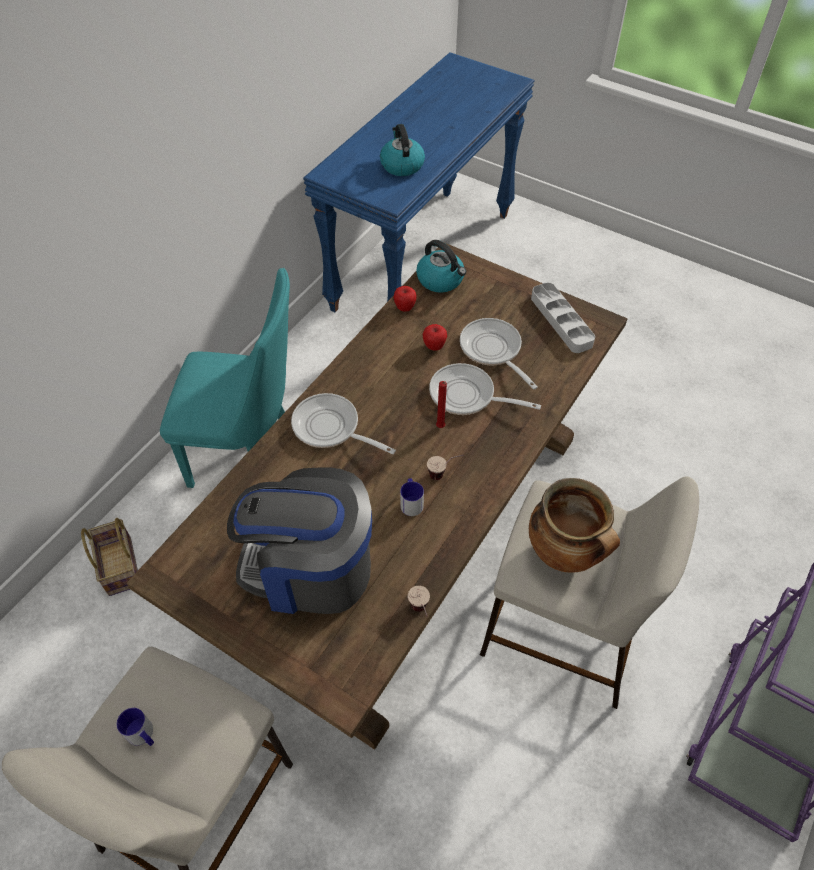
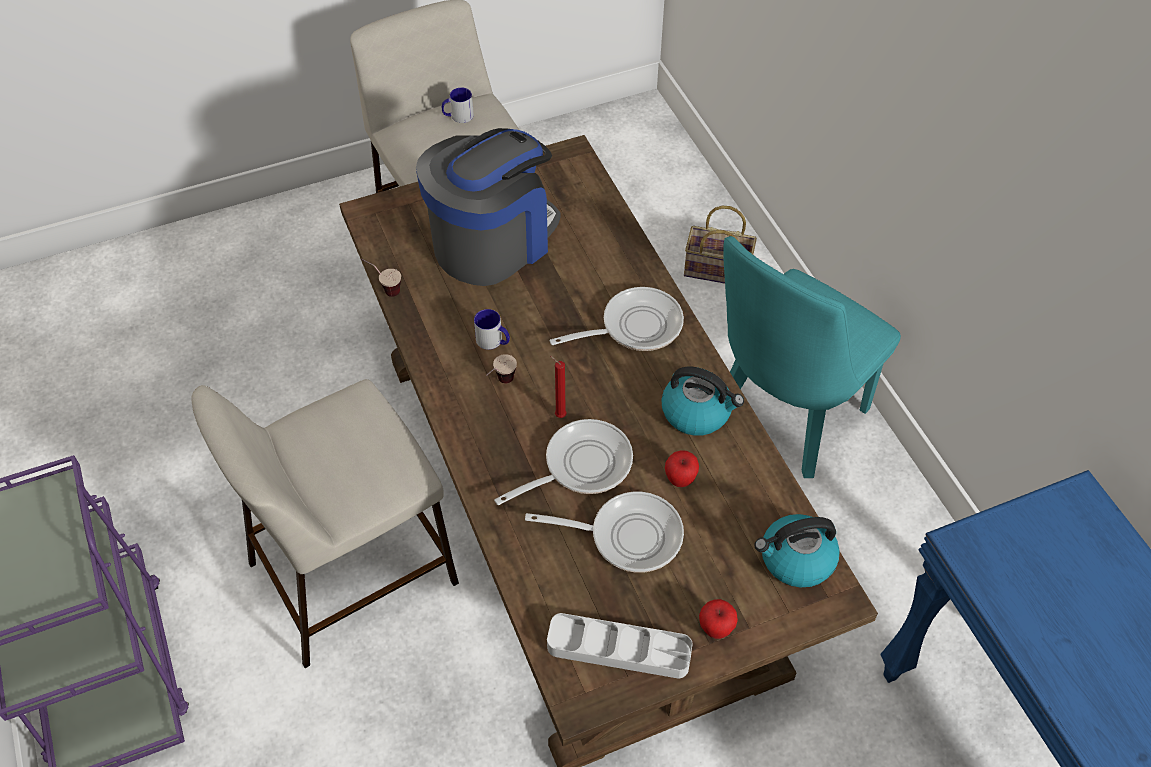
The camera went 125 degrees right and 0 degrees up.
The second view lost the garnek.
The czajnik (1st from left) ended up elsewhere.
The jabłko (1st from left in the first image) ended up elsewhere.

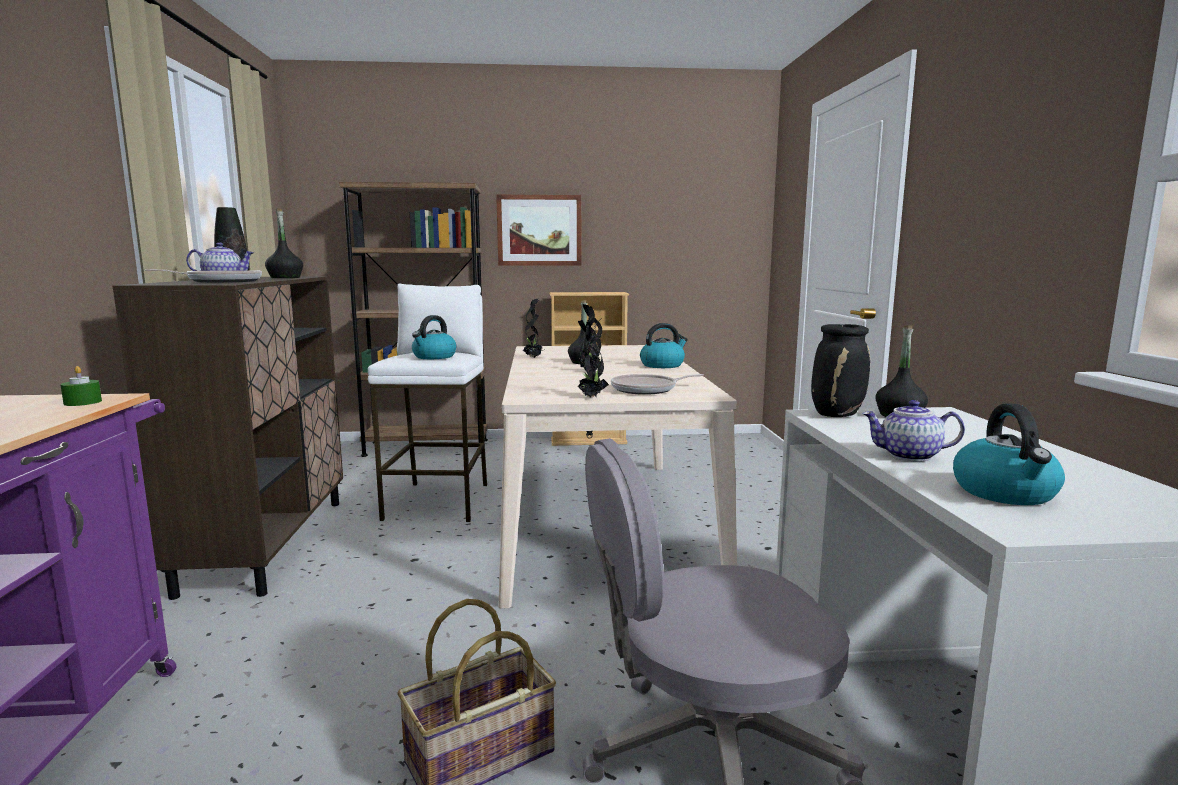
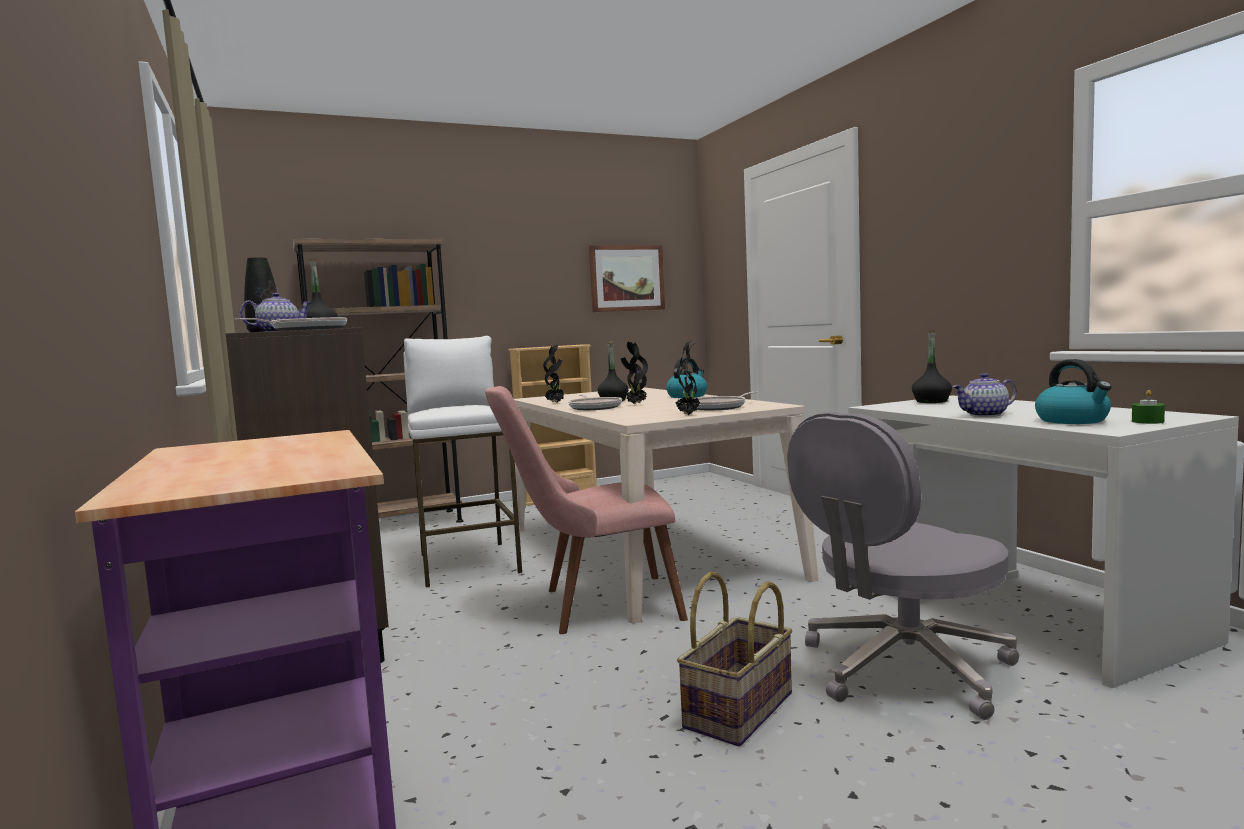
The camera went 20 degrees left and 5 degrees down.
The second view lost the czajnik (1st from left).
The second view lost the wazon [czarny] (2nd from left).
The second view gained the krzesło [różowy].
The second view gained the patelnia (2nd from left).
The świeca [zielony] ended up elsewhere.
The obraz ended up elsewhere.

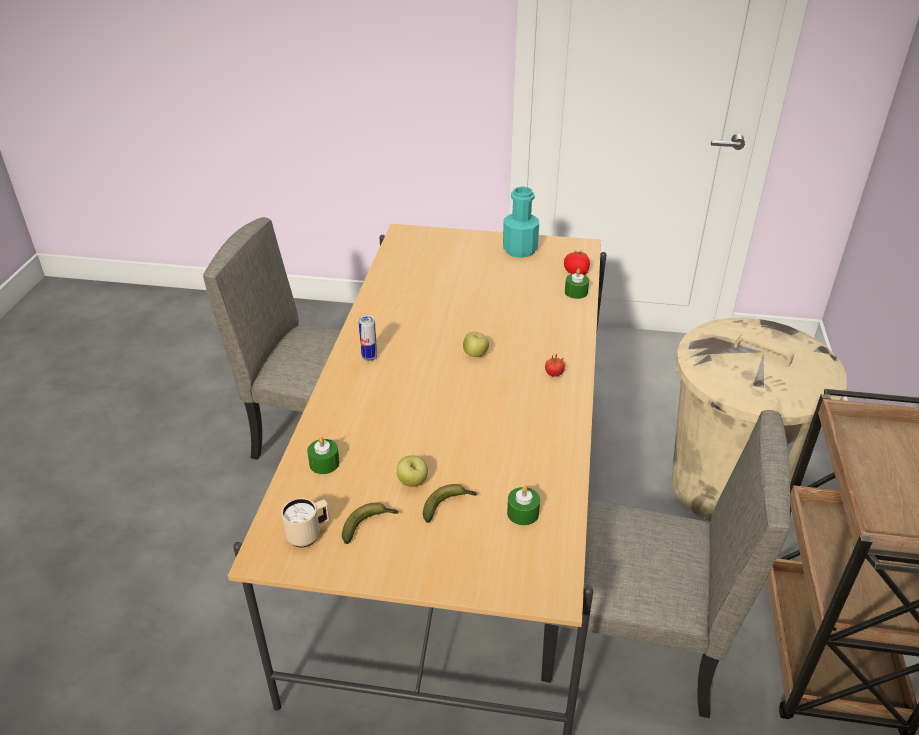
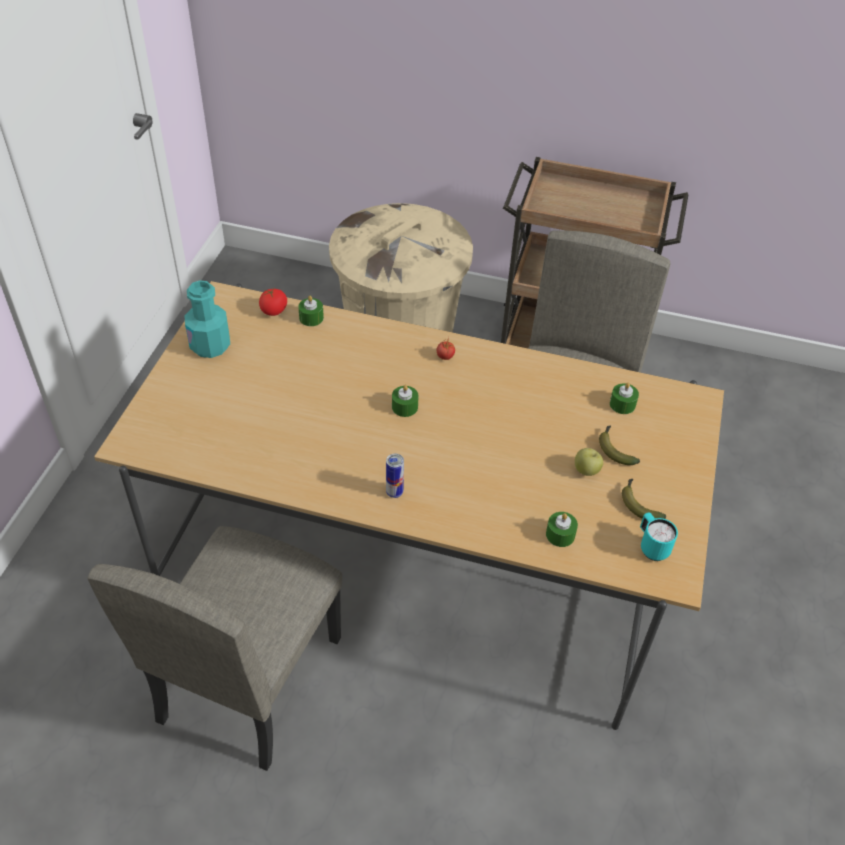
The camera went 85 degrees left and 10 degrees up.
Where the jabłko (2nd from left) stood, the świeca [zielony] (2nd from left) came to stand.
What was the kubek [beżowy] turned into the kubek [turkusowy].

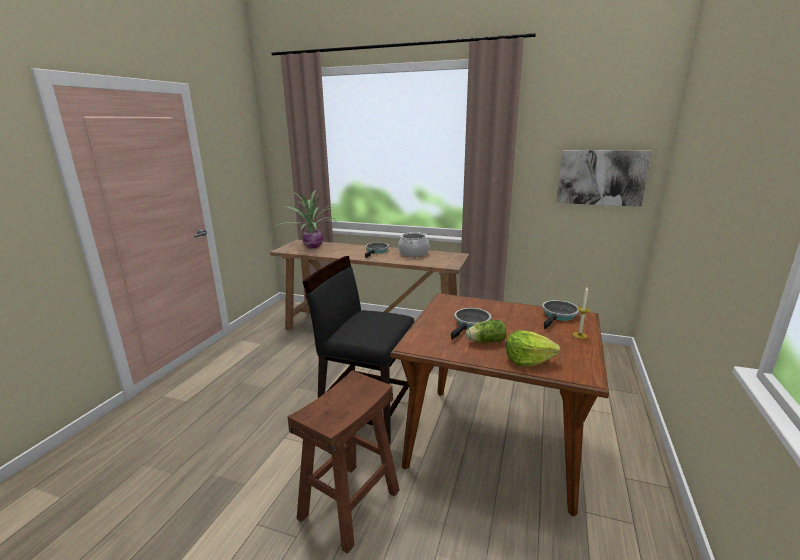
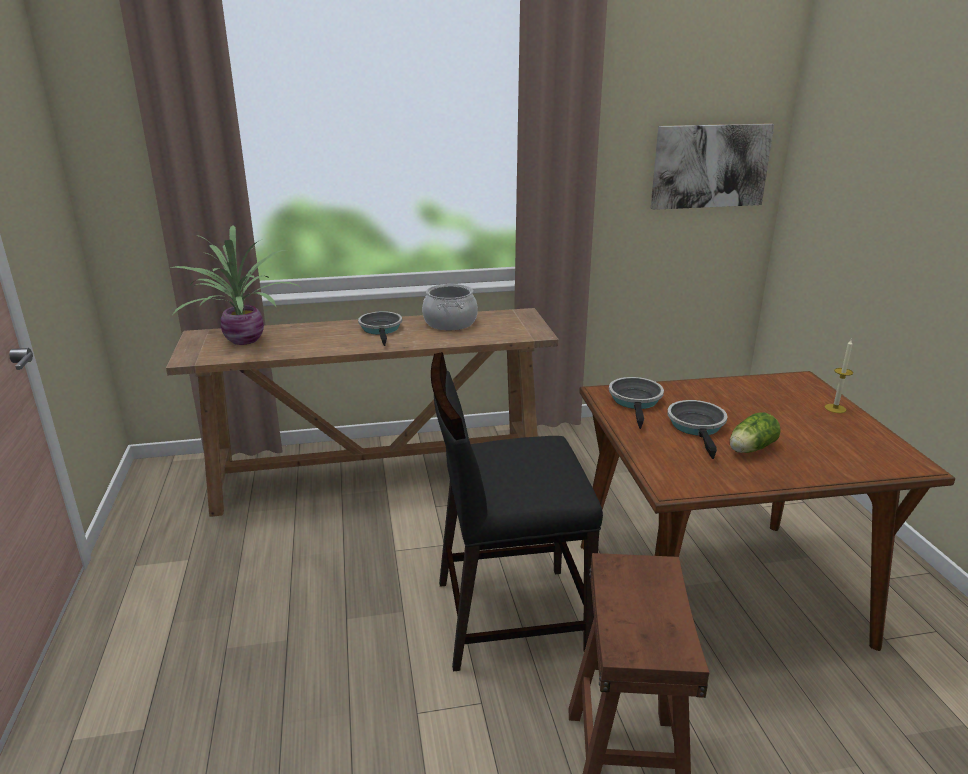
The camera went 30 degrees left and 5 degrees up.
The second view lost the sałata (2nd from left).
The patelnia (3rd from left in the first image) ended up elsewhere.

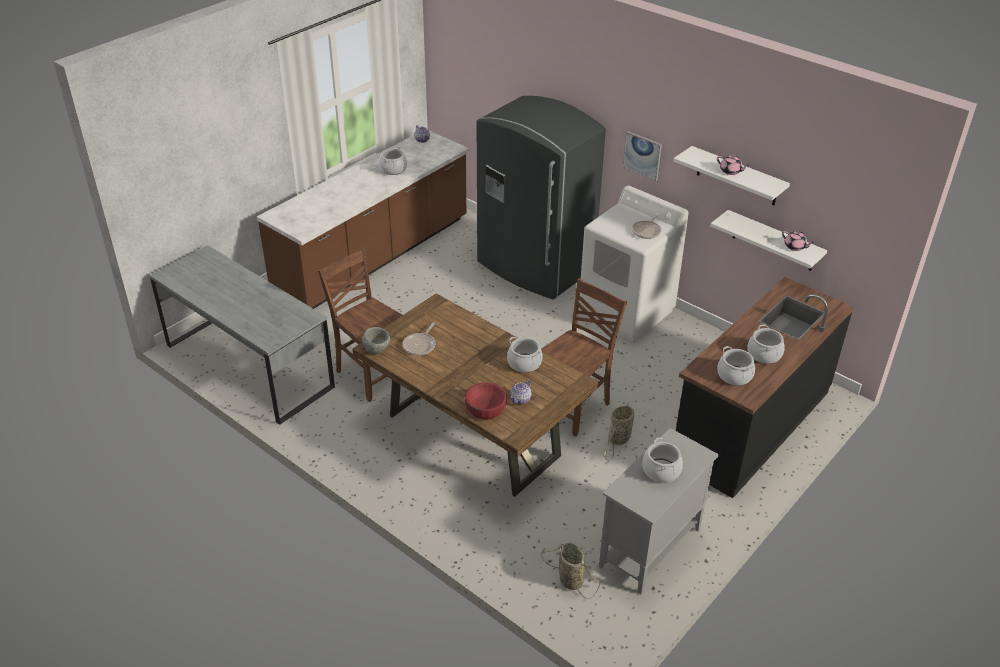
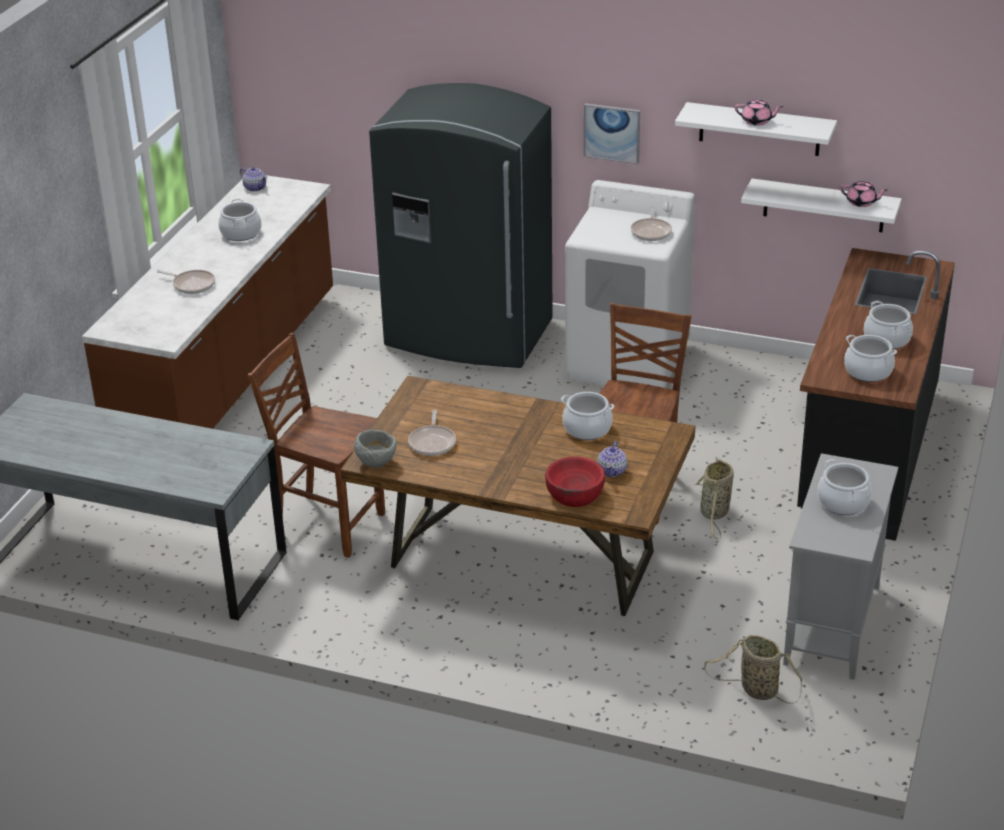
The camera went 20 degrees left and 5 degrees down.
The second view gained the patelnia (1st from left).

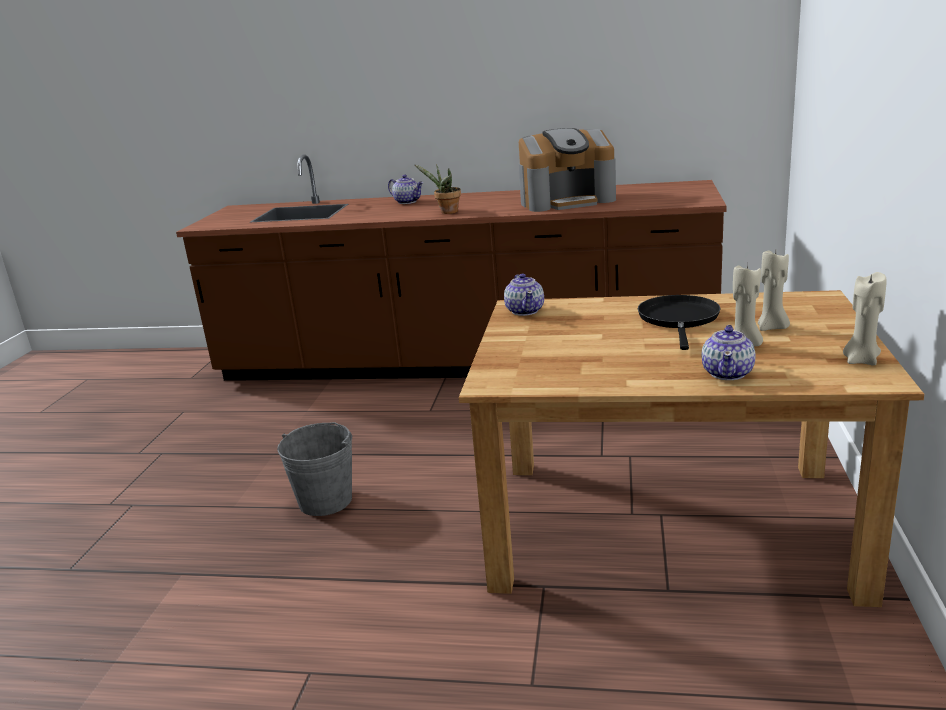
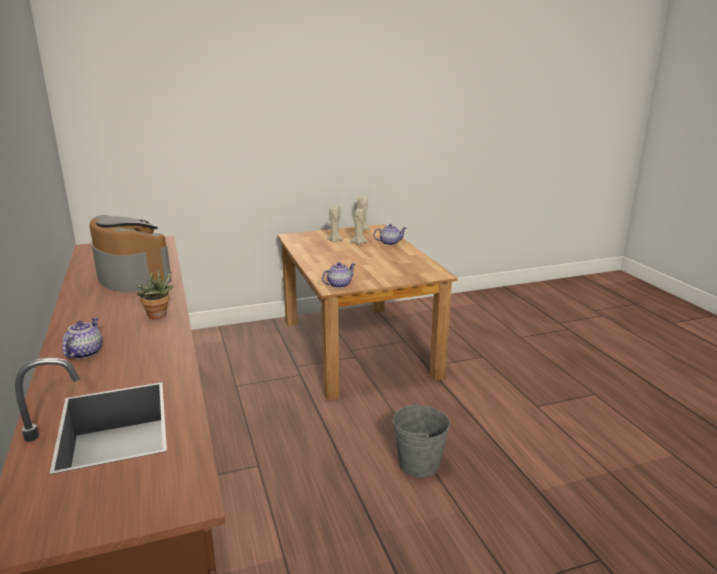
The camera went 120 degrees left and 0 degrees up.
The second view lost the patelnia [czarny].

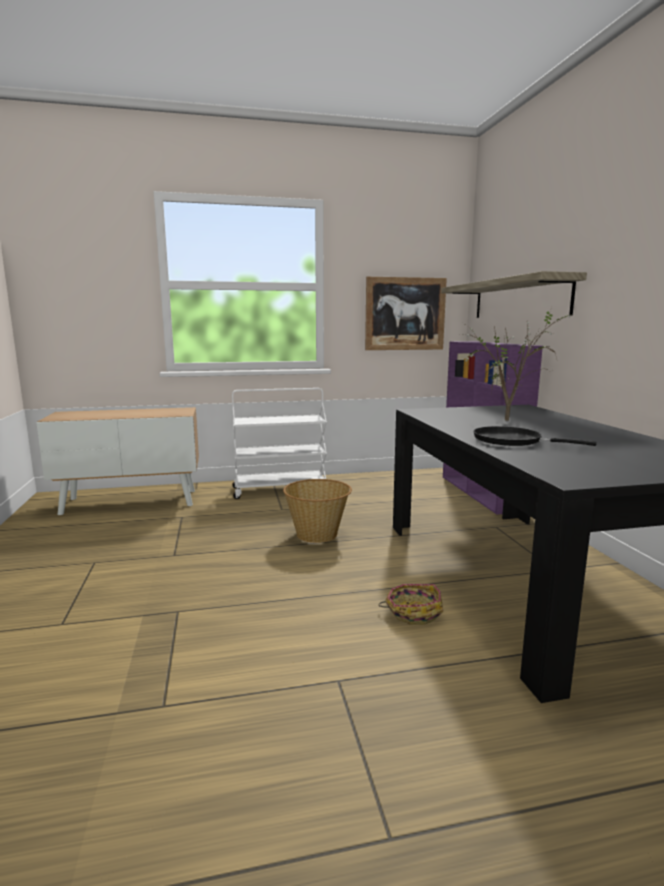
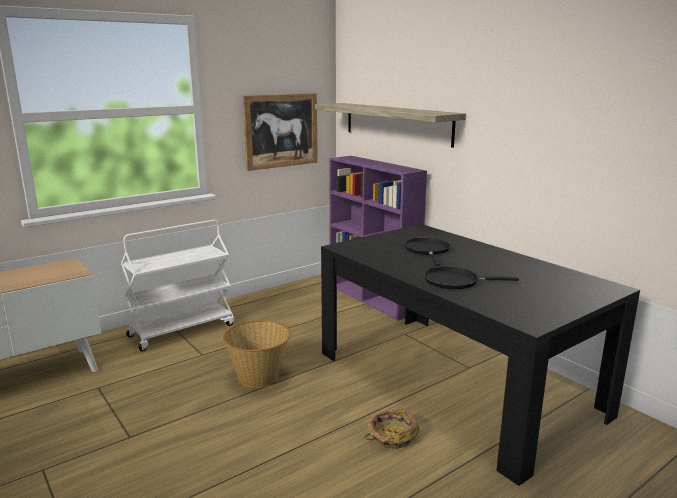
The camera went 25 degrees left and 5 degrees up.
Where the roślina doniczkowa stood, the patelnia [czarny] (1st from left) came to stand.

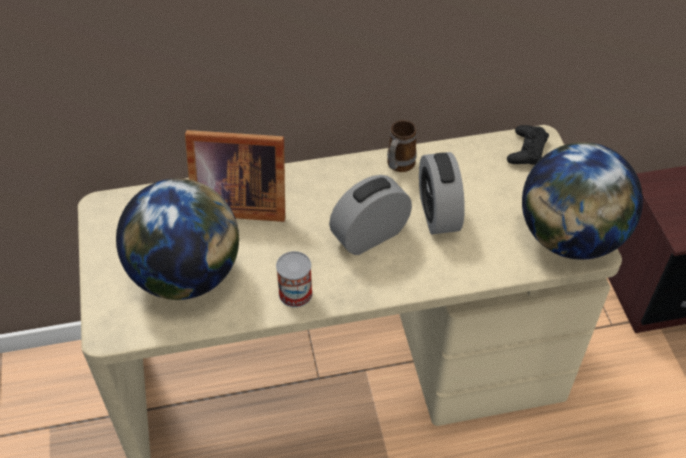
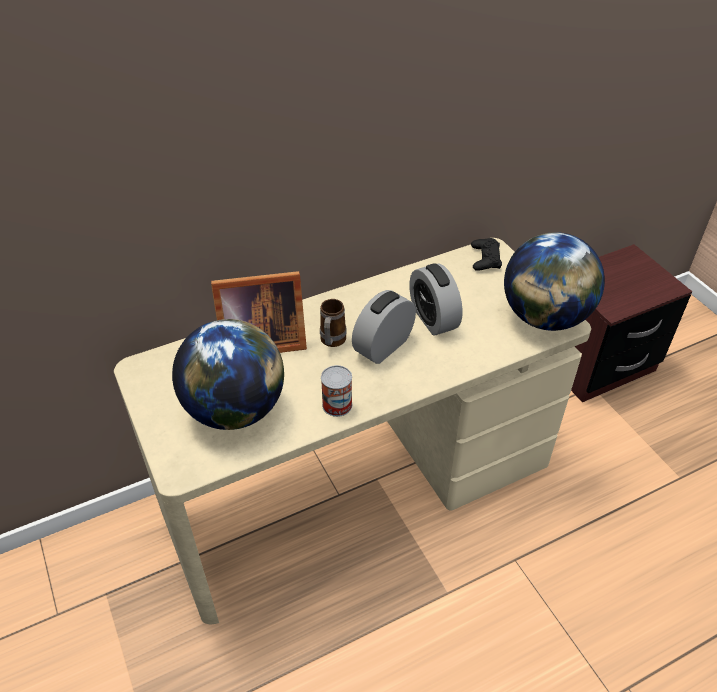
The camera went 15 degrees left and 5 degrees down.
The kubek ended up elsewhere.

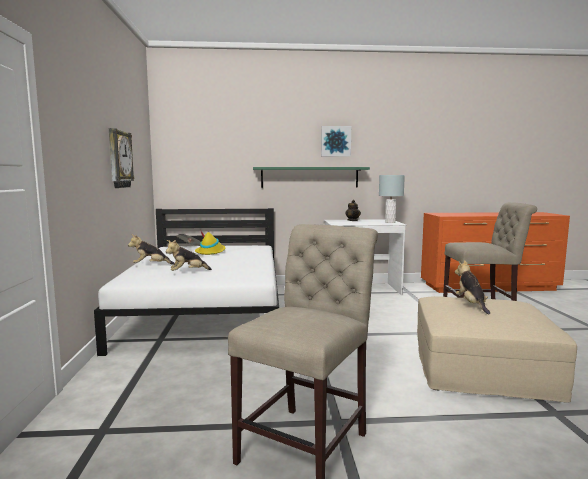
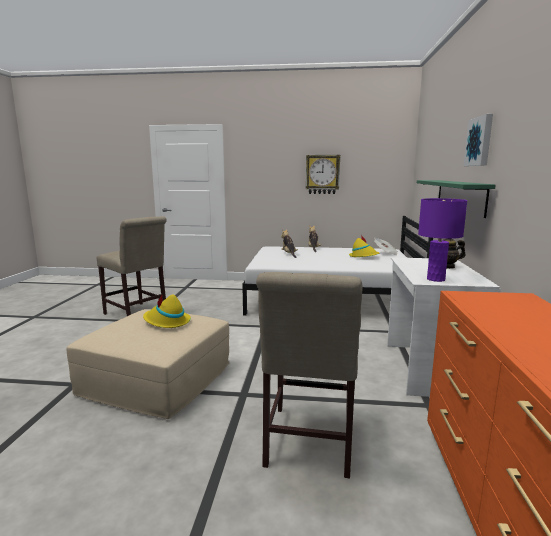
The camera went 100 degrees right and 5 degrees up.
Where the pluszak (3rd from left) stood, the kapelusz [żółty] (1st from left) came to stand.
What was the lampa stołowa [szary] turned into the lampa stołowa [fioletowy].

